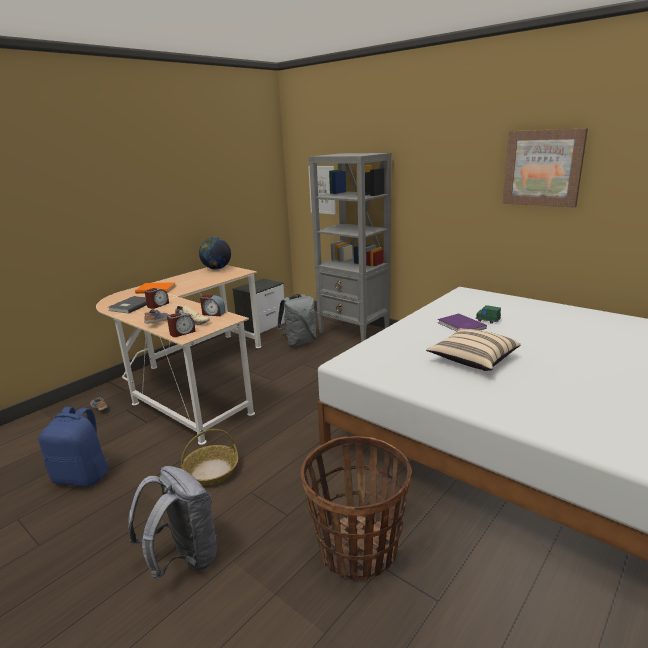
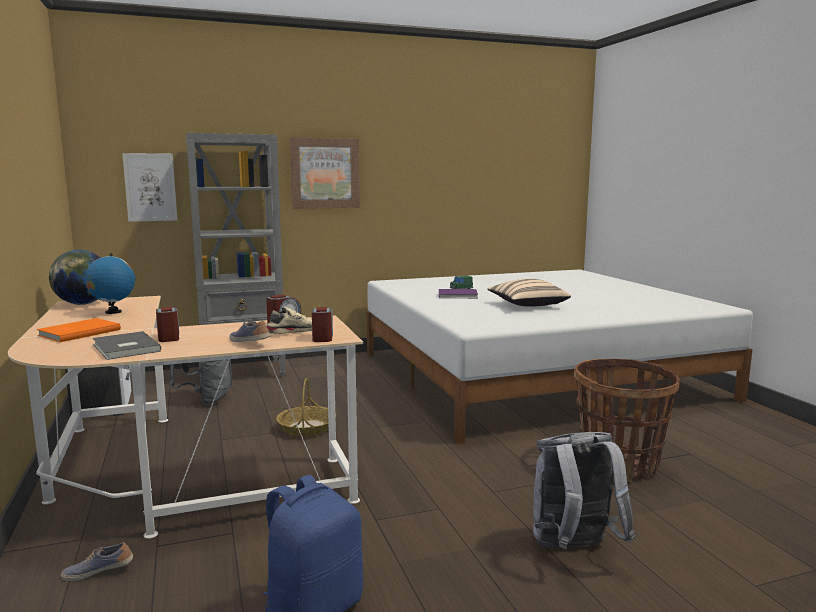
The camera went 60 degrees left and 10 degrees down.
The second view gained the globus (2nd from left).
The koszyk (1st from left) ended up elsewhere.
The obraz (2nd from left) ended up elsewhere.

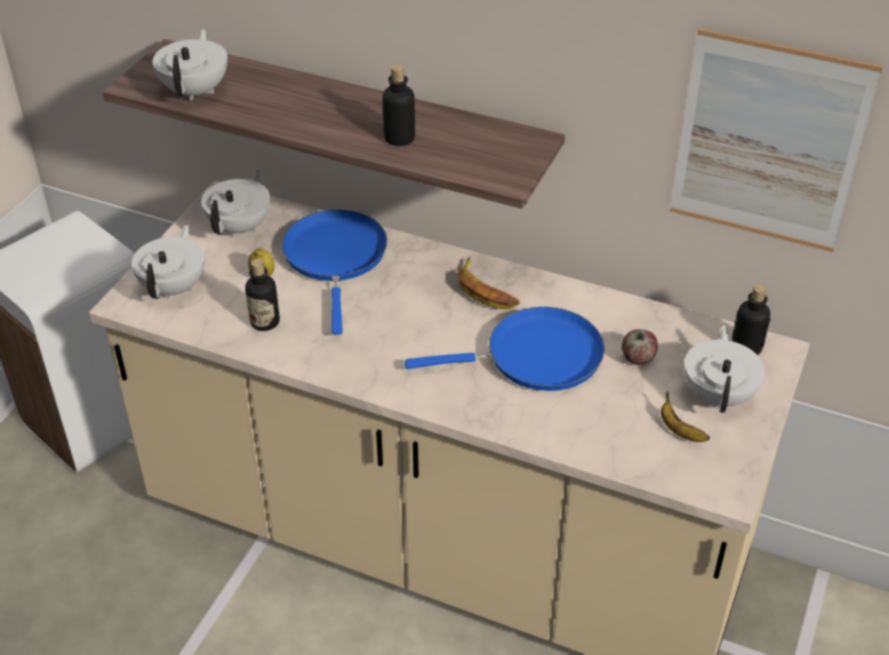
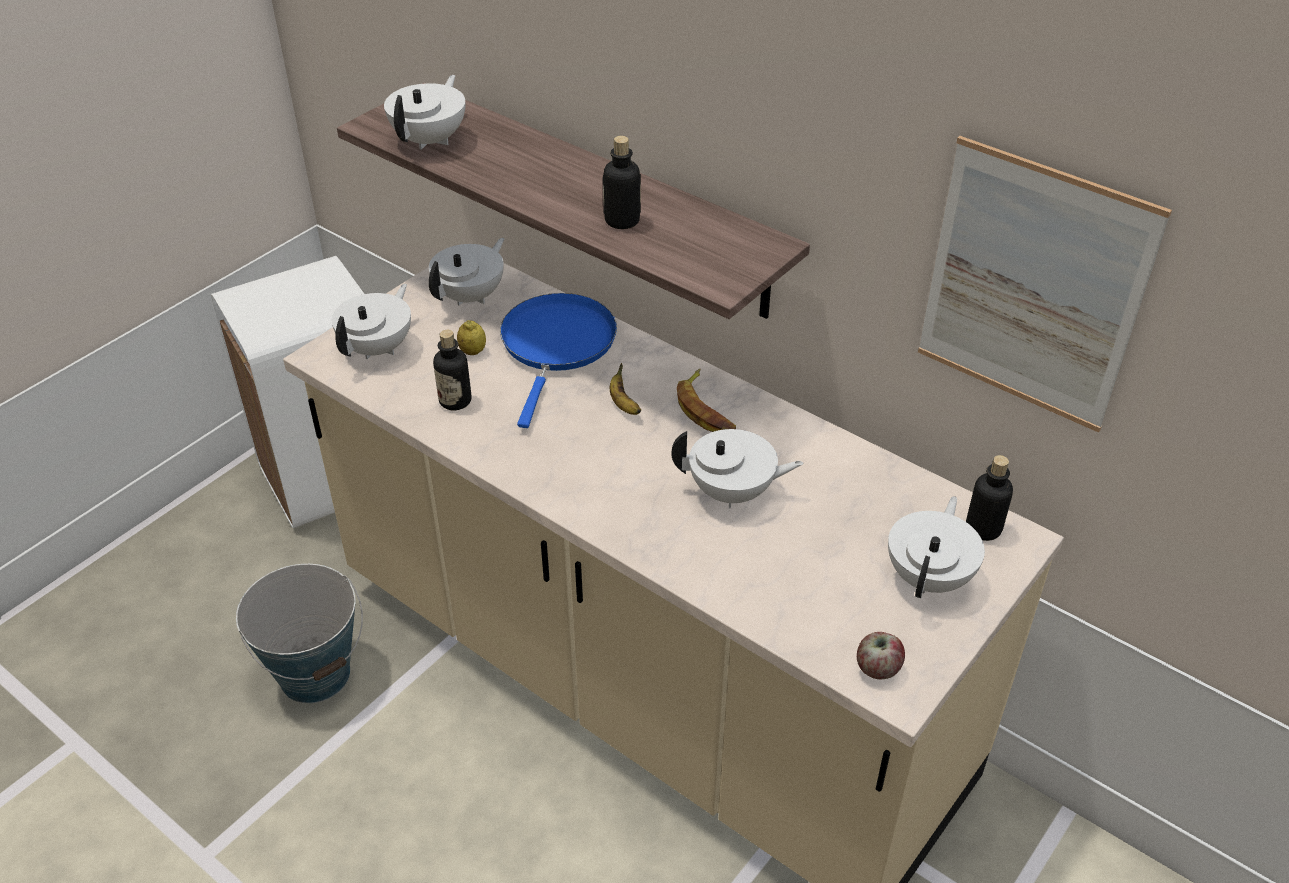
The camera went 15 degrees right and 0 degrees up.
The second view gained the wiadro.
The jabłko ended up elsewhere.
The banan (2nd from left in the first image) ended up elsewhere.
Where the patelnia [niebieski] (2nd from left) stood, the imbryk [biały] (4th from left) came to stand.

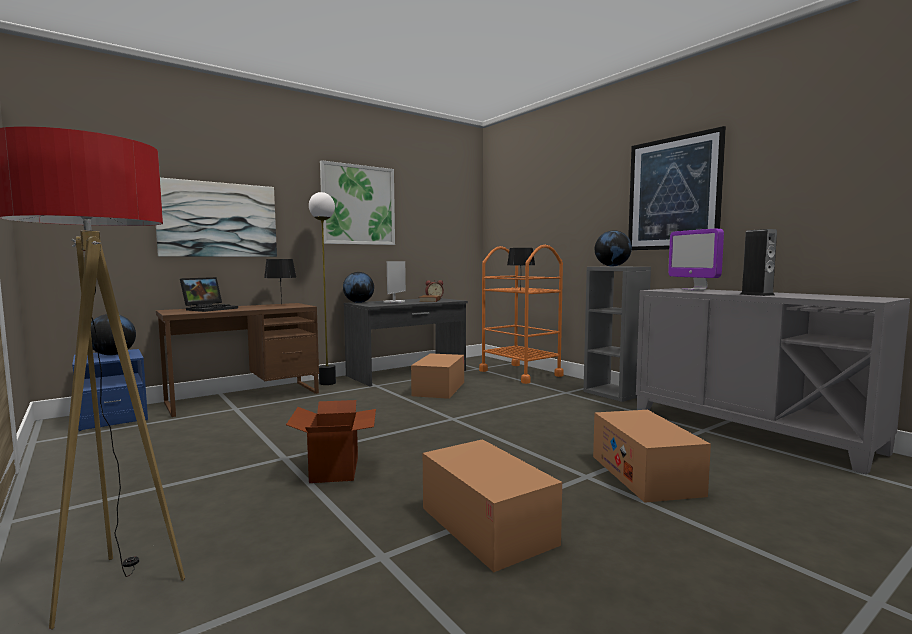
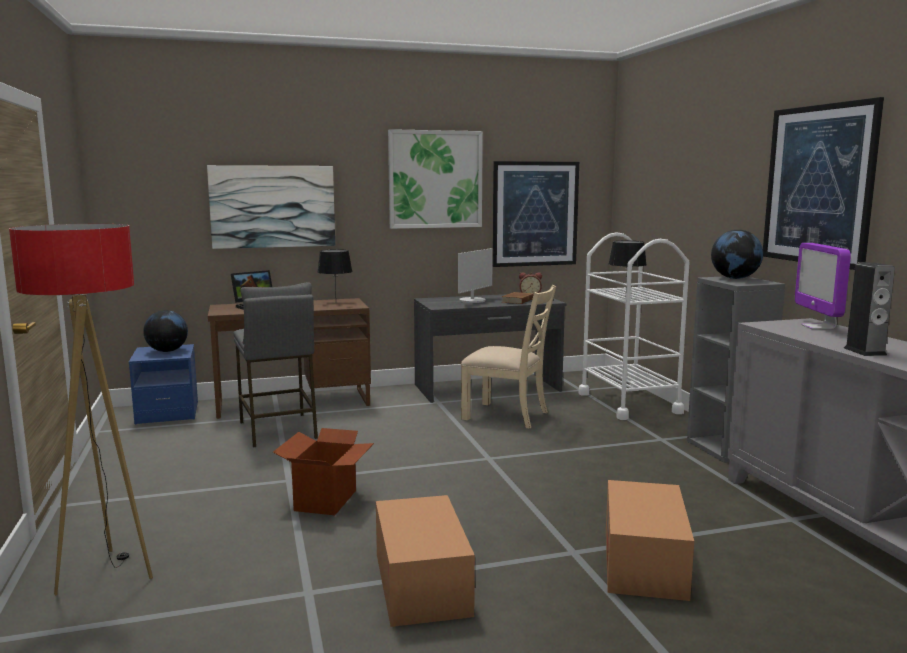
The camera went 20 degrees right and 5 degrees up.
The second view lost the lampa stojąca (2nd from left).
The second view lost the globus (2nd from left).
The second view gained the stołek [szary].
The second view gained the obraz (3rd from left).
Where the karton (2nd from left) stood, the krzesło [beżowy] came to stand.
What was the wózek [pomarańczowy] turned into the wózek [biały].

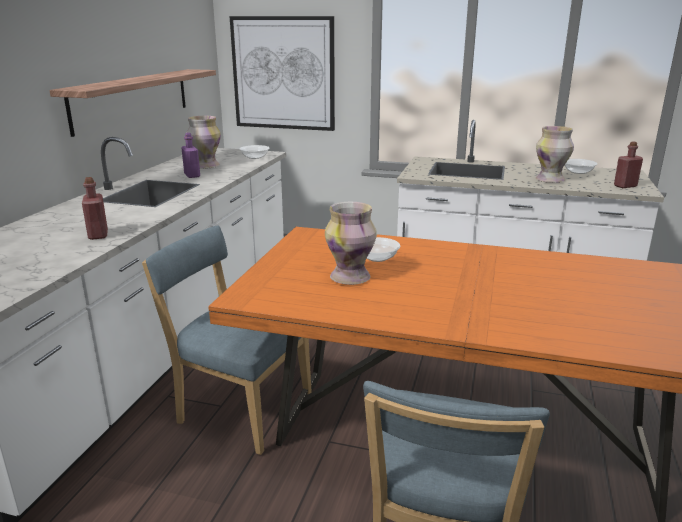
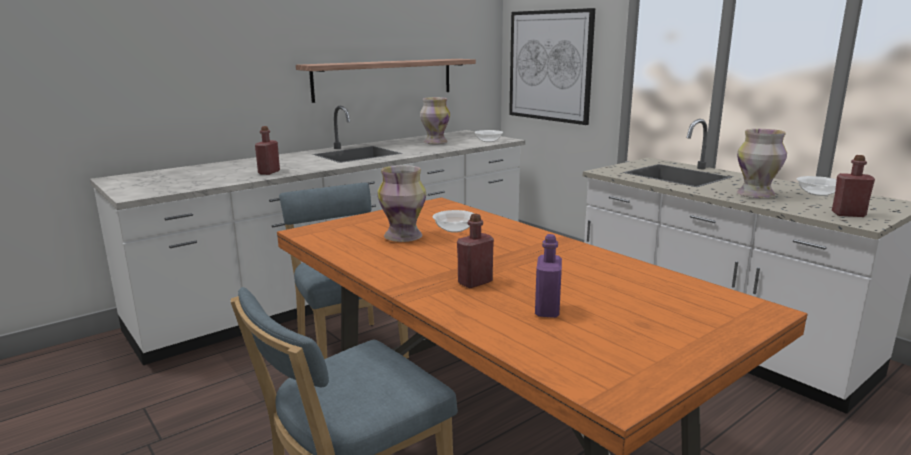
The camera went 35 degrees right and 5 degrees down.
The second view gained the butelka [czerwony] (2nd from left).
The butelka [fioletowy] ended up elsewhere.

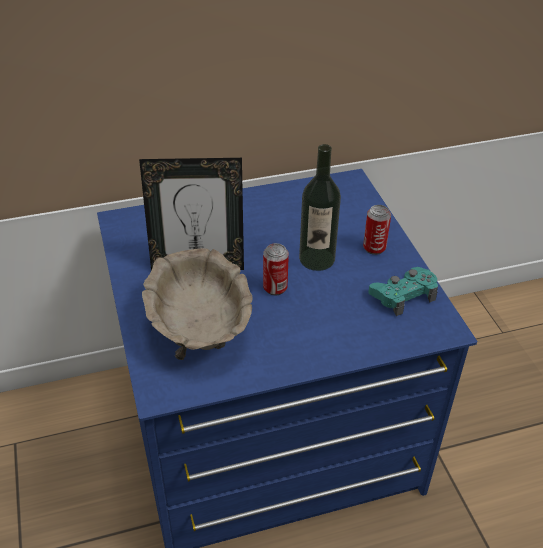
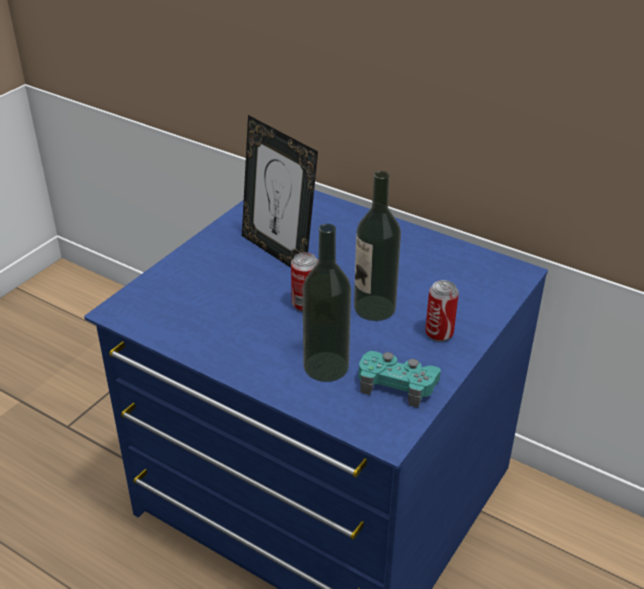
The camera went 50 degrees right and 5 degrees down.
The second view lost the miska [beżowy].
The second view gained the butelka (1st from left).

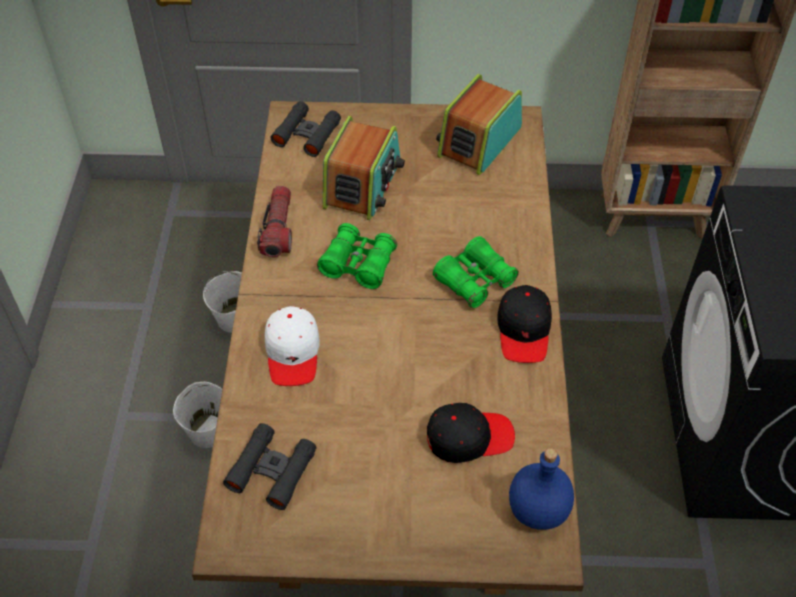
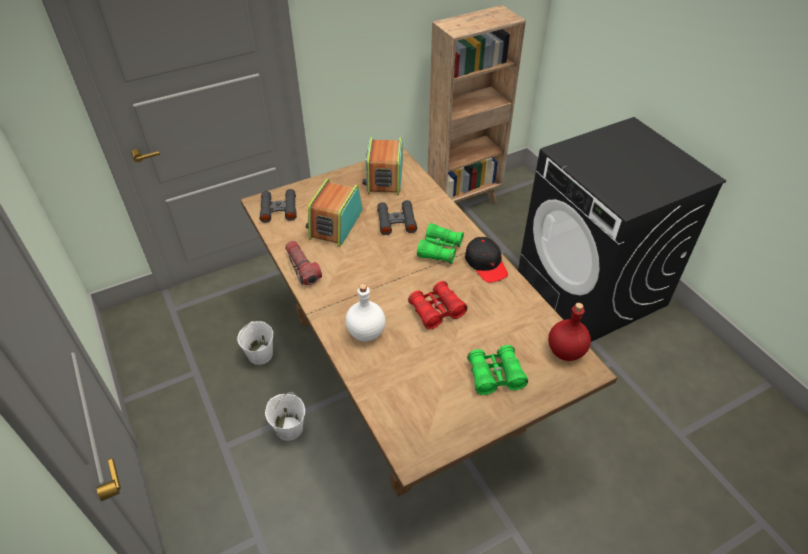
The camera went 30 degrees left and 5 degrees down.
The second view lost the czapka z daszkiem [czarny] (1st from left).
The second view gained the lornetka [czerwony].
The lornetka [czarny] (1st from left in the first image) ended up elsewhere.
The lornetka [zielony] (1st from left in the first image) ended up elsewhere.
Where the czapka z daszkiem [biały] stood, the butelka [biały] came to stand.
What was the butelka [niebieski] turned into the butelka [czerwony].
The radio (1st from left) ended up facing another way, 150 degrees counterclockwise from before.

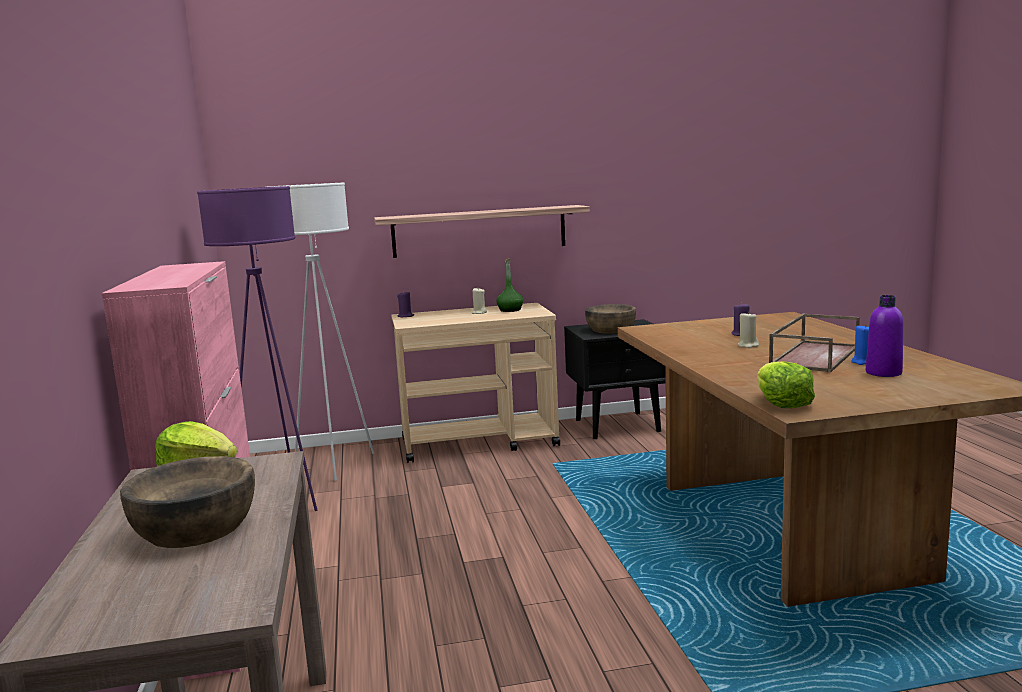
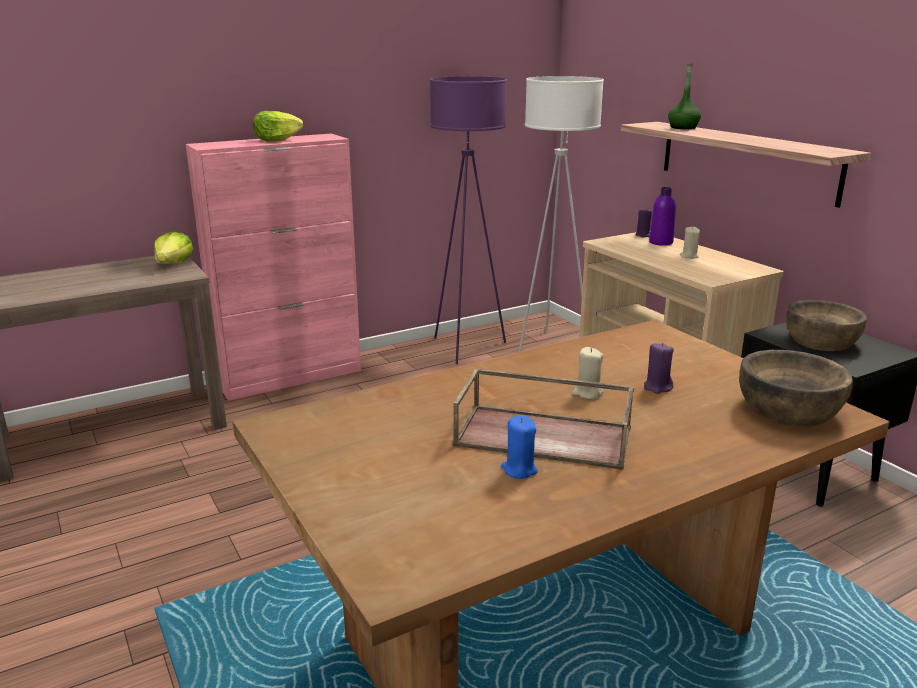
The camera went 70 degrees right and 10 degrees up.
The miska [brązowy] (1st from left) ended up elsewhere.
The butelka [zielony] ended up elsewhere.
The sałata (2nd from left) ended up elsewhere.
The butelka [fioletowy] ended up elsewhere.

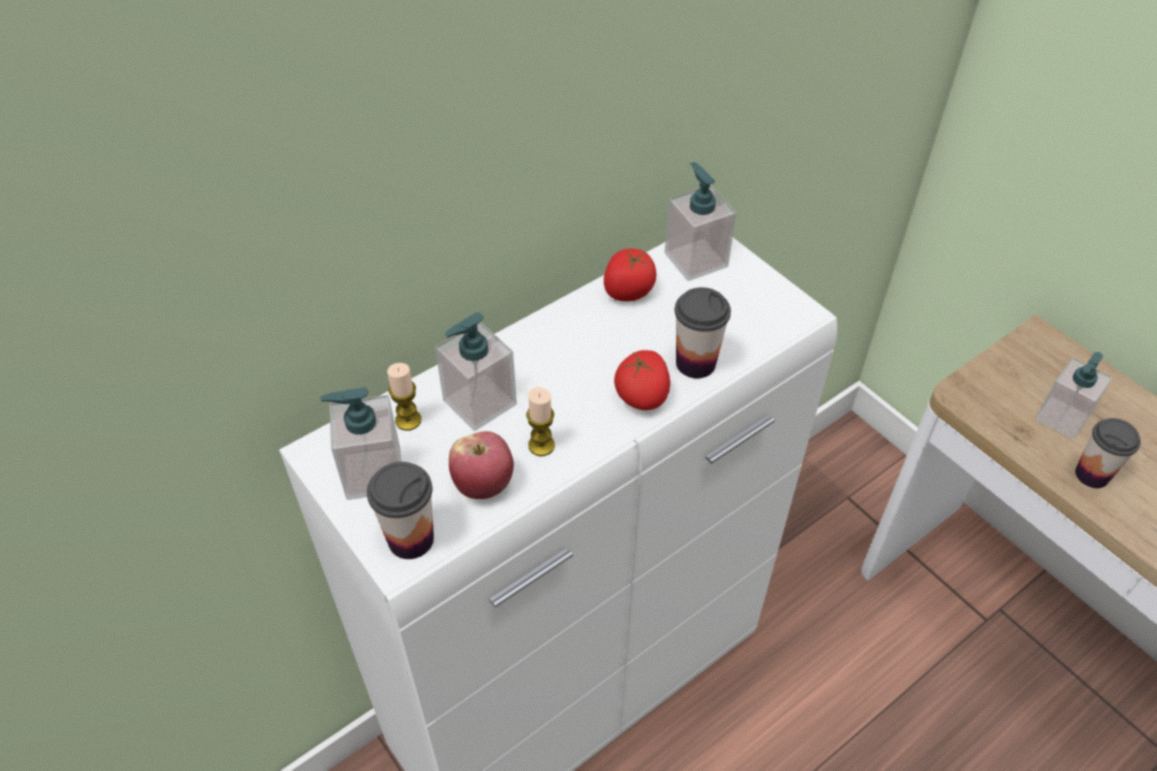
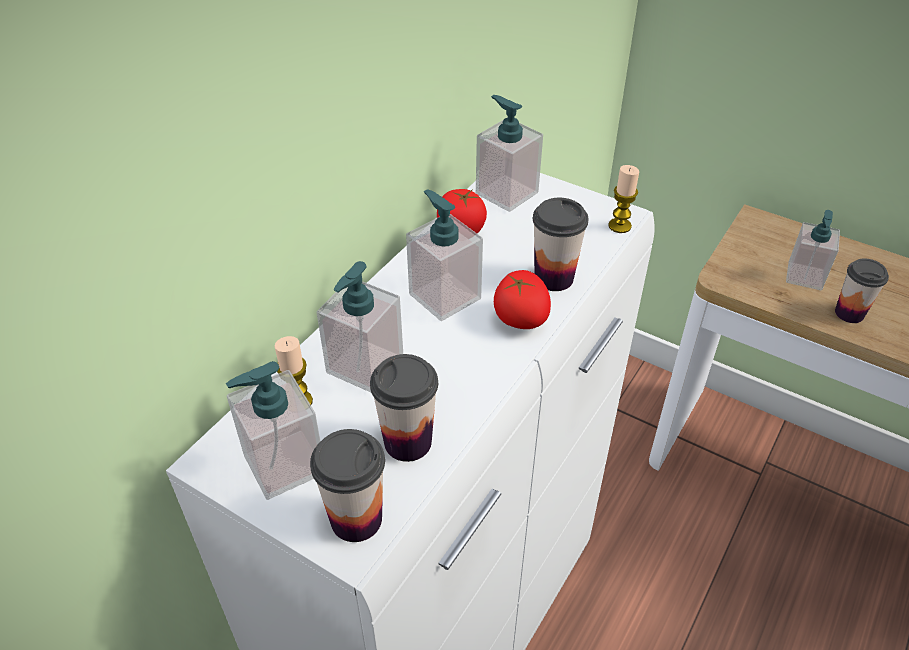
The camera went 20 degrees left and 5 degrees down.
The second view gained the dozownik mydła (3rd from left).
The świeca (2nd from left) ended up elsewhere.
Where the jabłko stood, the filiżanka (2nd from left) came to stand.

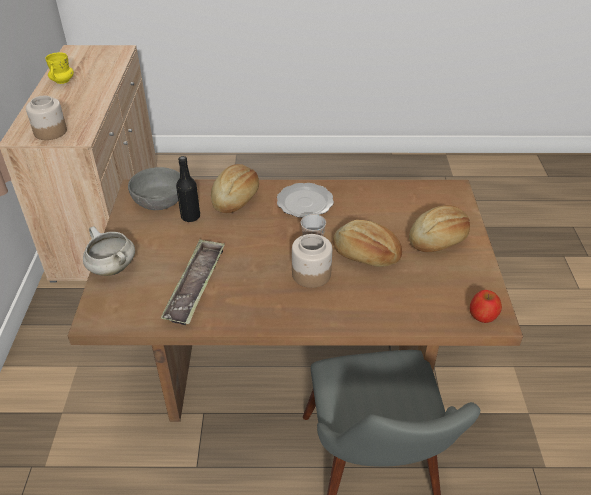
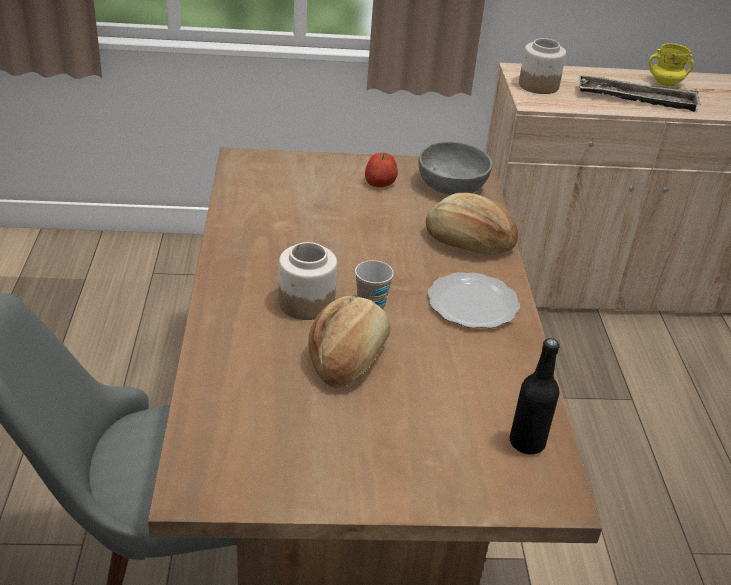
The camera went 85 degrees right and 5 degrees down.
The second view lost the garnek [biały].
The second view lost the chleb (3rd from left).
The taca ended up elsewhere.
The butelka [czarny] ended up elsewhere.
The jabłko ended up elsewhere.

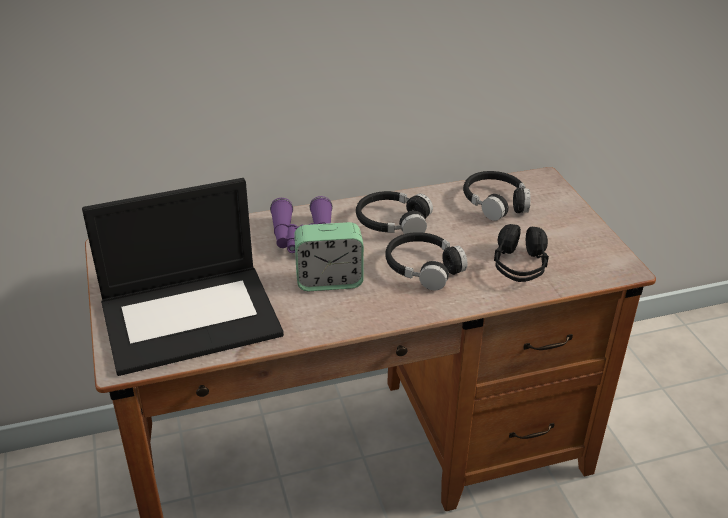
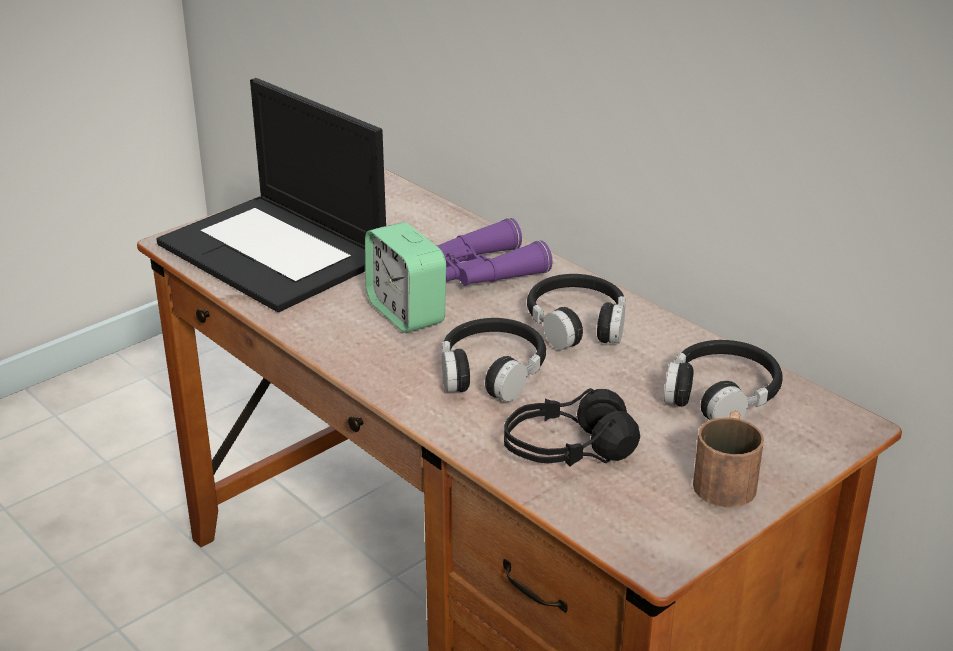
The camera went 65 degrees right and 5 degrees down.
The second view gained the kubek [brązowy].

